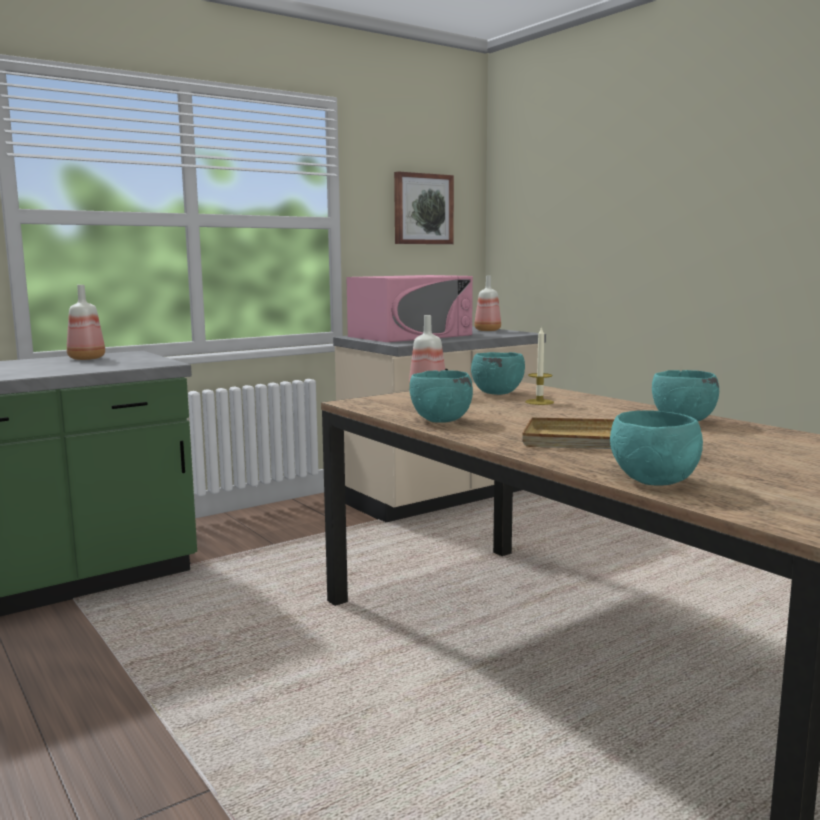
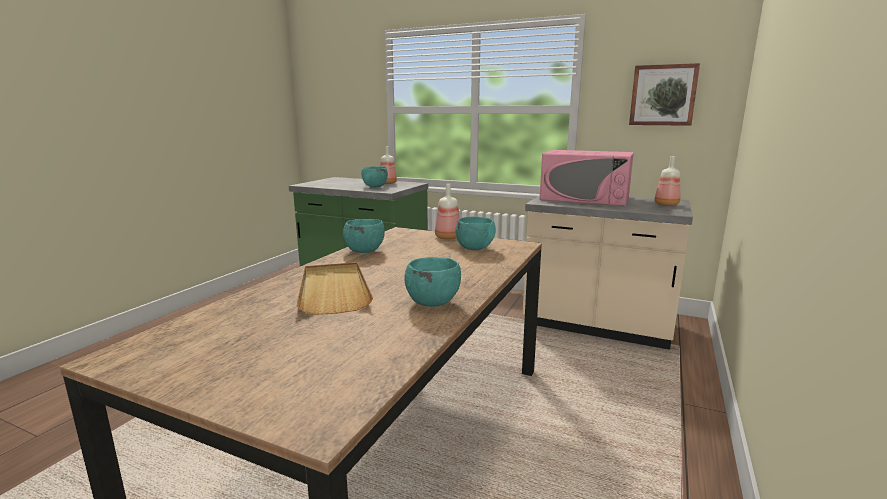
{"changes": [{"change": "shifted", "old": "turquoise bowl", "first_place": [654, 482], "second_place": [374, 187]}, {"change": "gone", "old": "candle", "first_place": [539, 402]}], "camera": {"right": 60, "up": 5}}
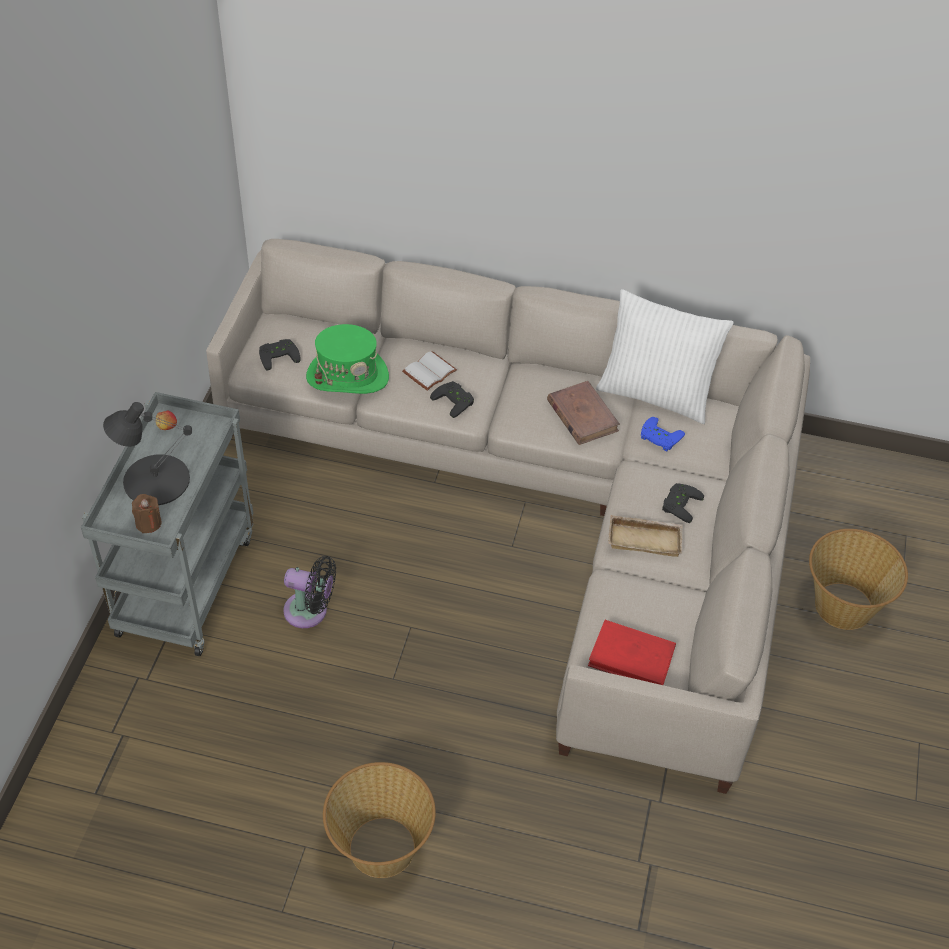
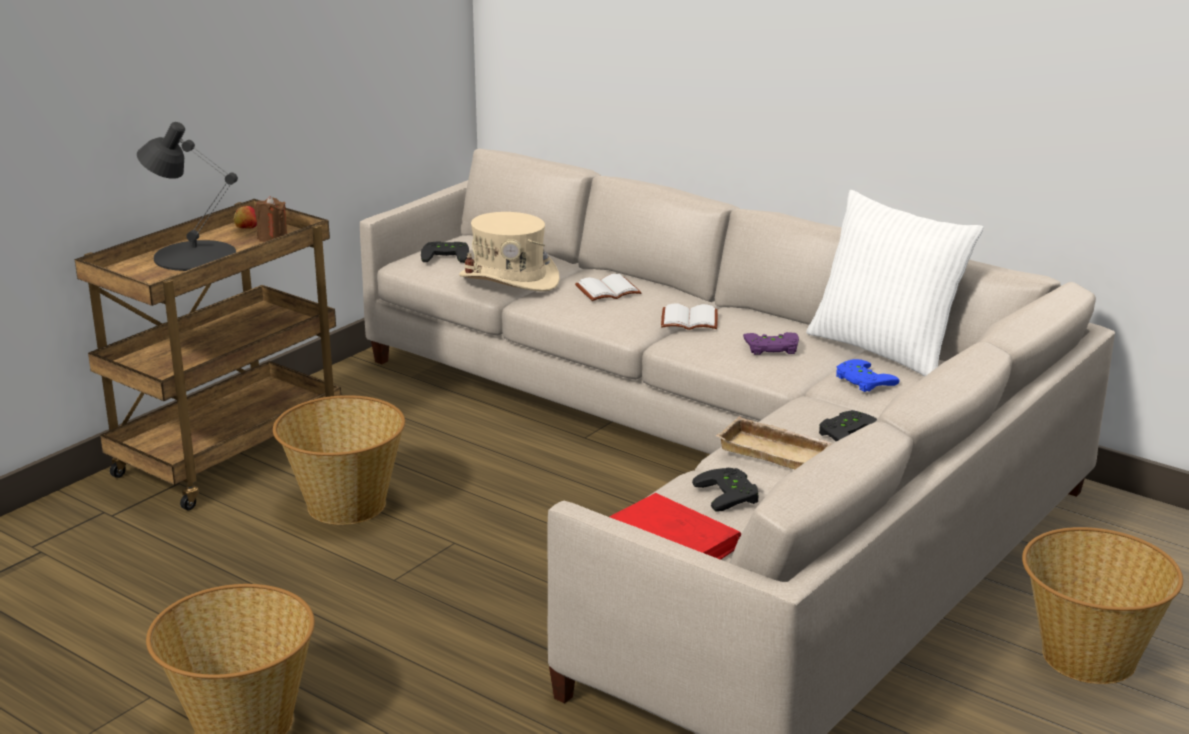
{"changes": [{"change": "repainted", "old": "grey cart", "new": "brown cart", "first_place": [185, 582], "second_place": [228, 453]}, {"change": "shifted", "old": "brown candle", "first_place": [148, 523], "second_place": [272, 238]}, {"change": "swapped", "old": "black fan", "new": "basket", "first_place": [310, 611], "second_place": [345, 505]}, {"change": "repainted", "old": "green hat", "new": "beige hat", "first_place": [347, 376], "second_place": [509, 280]}, {"change": "new", "new": "white book", "second_place": [690, 319]}, {"change": "shifted", "old": "black game controller", "first_place": [455, 400], "second_place": [731, 494]}, {"change": "swapped", "old": "brown book", "new": "purple game controller", "first_place": [582, 415], "second_place": [771, 348]}], "camera": {"right": 25, "up": -25}}
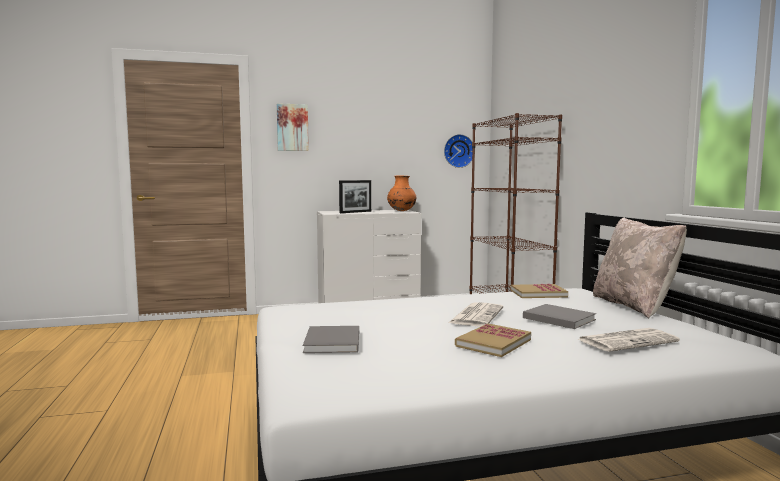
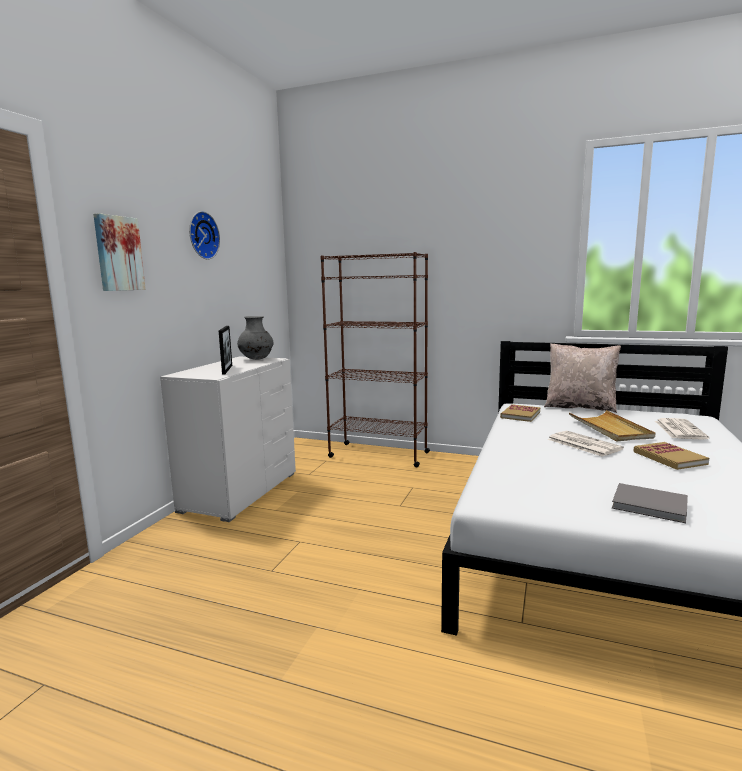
{"changes": [{"change": "shifted", "old": "wall clock", "first_place": [458, 151], "second_place": [201, 235]}, {"change": "repainted", "old": "orange vase", "new": "grey vase", "first_place": [401, 211], "second_place": [256, 359]}, {"change": "swapped", "old": "grey book", "new": "beige tray", "first_place": [557, 318], "second_place": [610, 428]}], "camera": {"right": -55, "up": 5}}
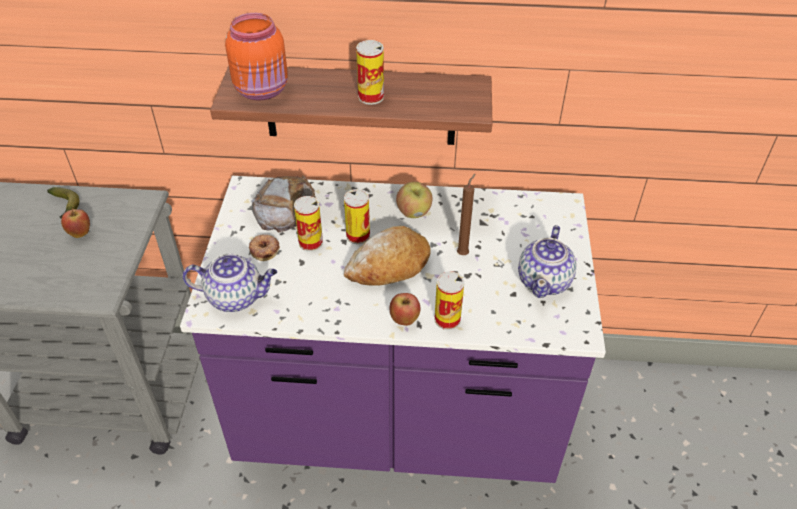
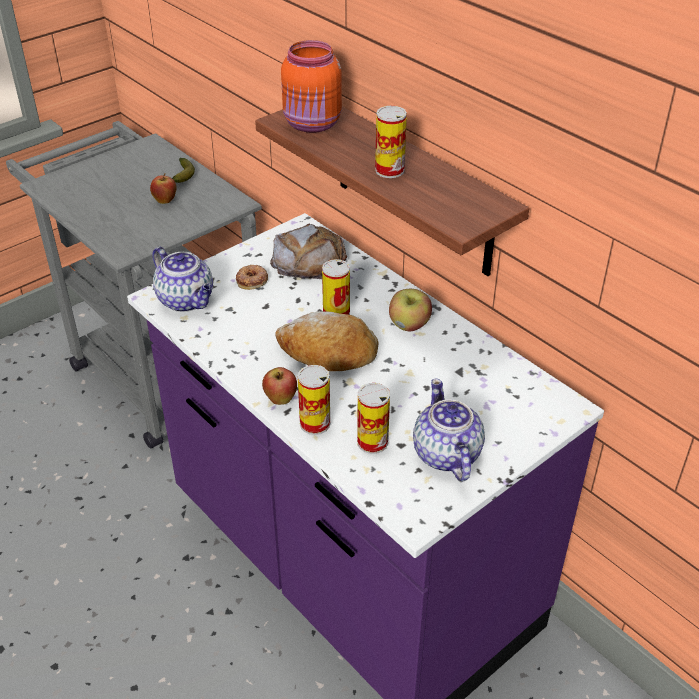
{"changes": [{"change": "shifted", "old": "can", "first_place": [310, 242], "second_place": [372, 442]}, {"change": "rotated", "old": "teapot", "first_place": [544, 281], "second_place": [446, 455], "degrees": 105}, {"change": "gone", "old": "brown candle", "first_place": [463, 253]}], "camera": {"right": 45, "up": -5}}
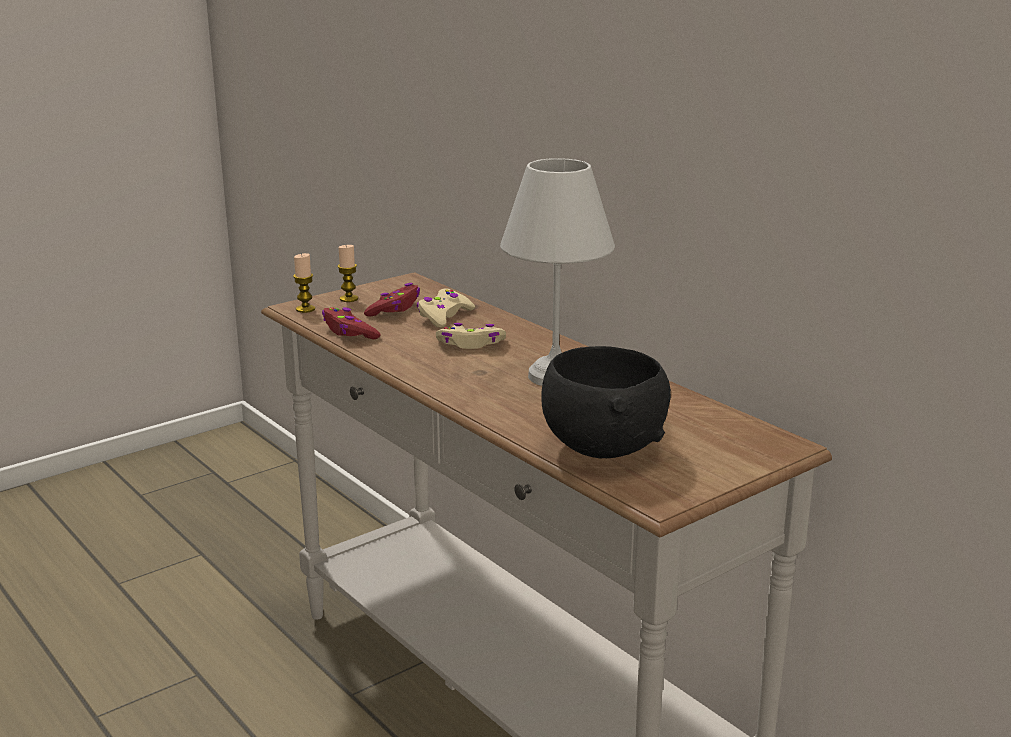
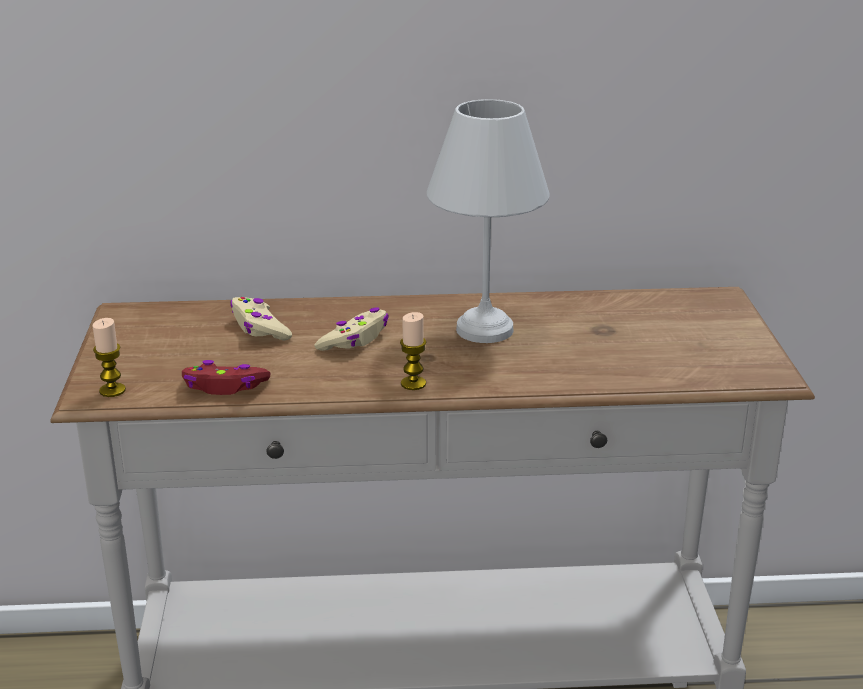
{"changes": [{"change": "shifted", "old": "candle", "first_place": [349, 299], "second_place": [413, 384]}, {"change": "gone", "old": "red game controller", "first_place": [394, 309]}, {"change": "gone", "old": "black bowl", "first_place": [603, 447]}], "camera": {"right": -55, "up": 5}}
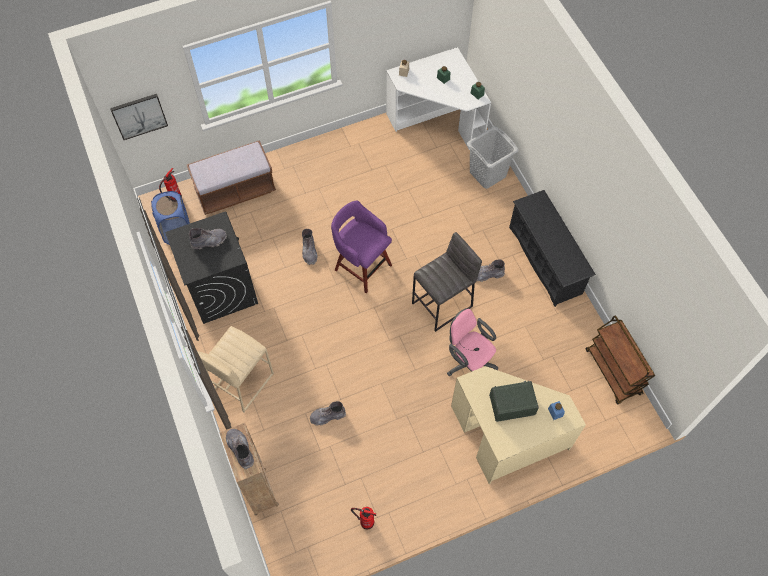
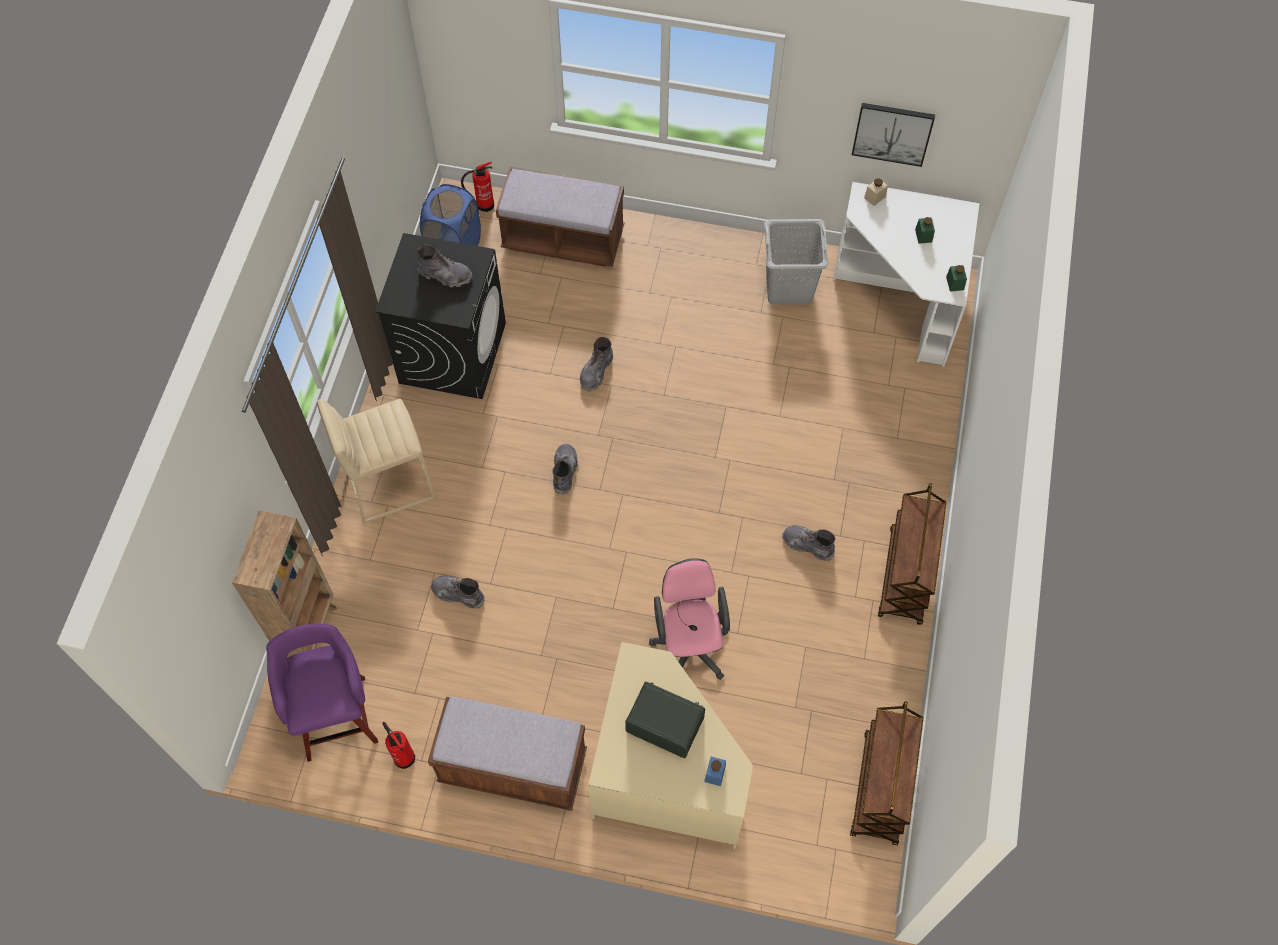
{"changes": [{"change": "shifted", "old": "purple stool", "first_place": [361, 266], "second_place": [336, 715]}, {"change": "new", "new": "brown bench", "second_place": [513, 767]}, {"change": "shifted", "old": "grey boot", "first_place": [240, 449], "second_place": [564, 471]}, {"change": "shifted", "old": "grey laundry basket", "first_place": [488, 174], "second_place": [789, 287]}, {"change": "shifted", "old": "picture", "first_place": [139, 116], "second_place": [892, 133]}, {"change": "swapped", "old": "black shoe rack", "new": "brown cart", "first_place": [545, 260], "second_place": [905, 577]}, {"change": "gone", "old": "grey stool", "first_place": [443, 305]}], "camera": {"right": 35, "up": 0}}
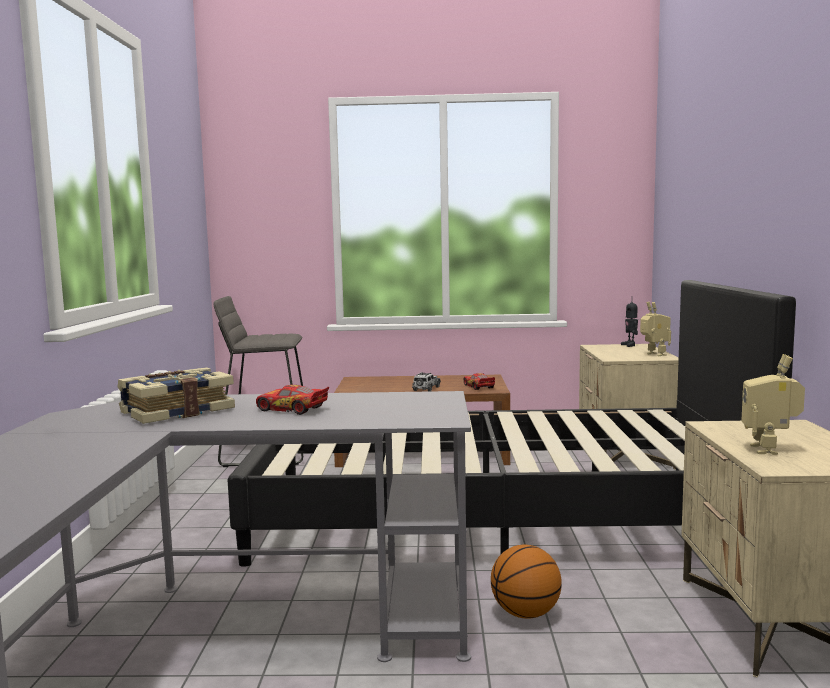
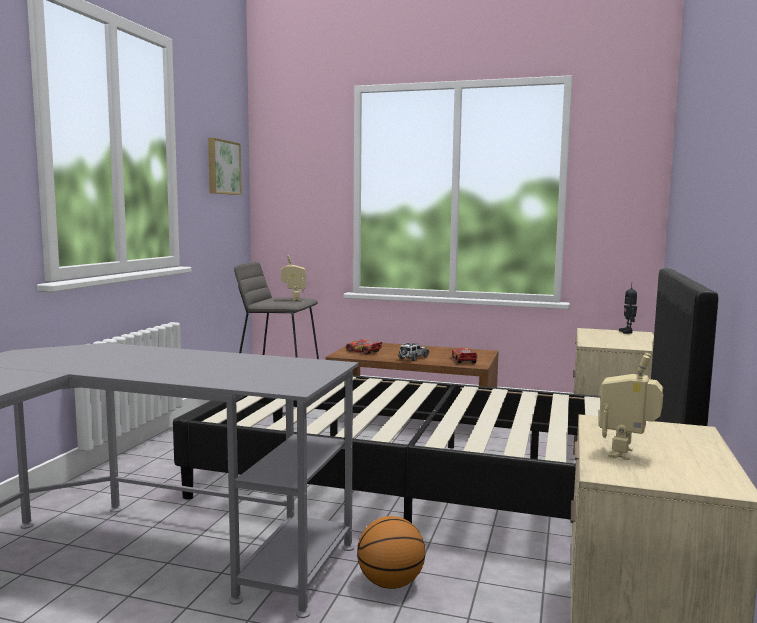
{"changes": [{"change": "new", "new": "picture", "second_place": [222, 167]}, {"change": "shifted", "old": "toy robot", "first_place": [654, 355], "second_place": [293, 299]}, {"change": "shifted", "old": "toy car", "first_place": [291, 409], "second_place": [363, 351]}, {"change": "gone", "old": "book", "first_place": [176, 411]}], "camera": {"right": 15, "up": 0}}
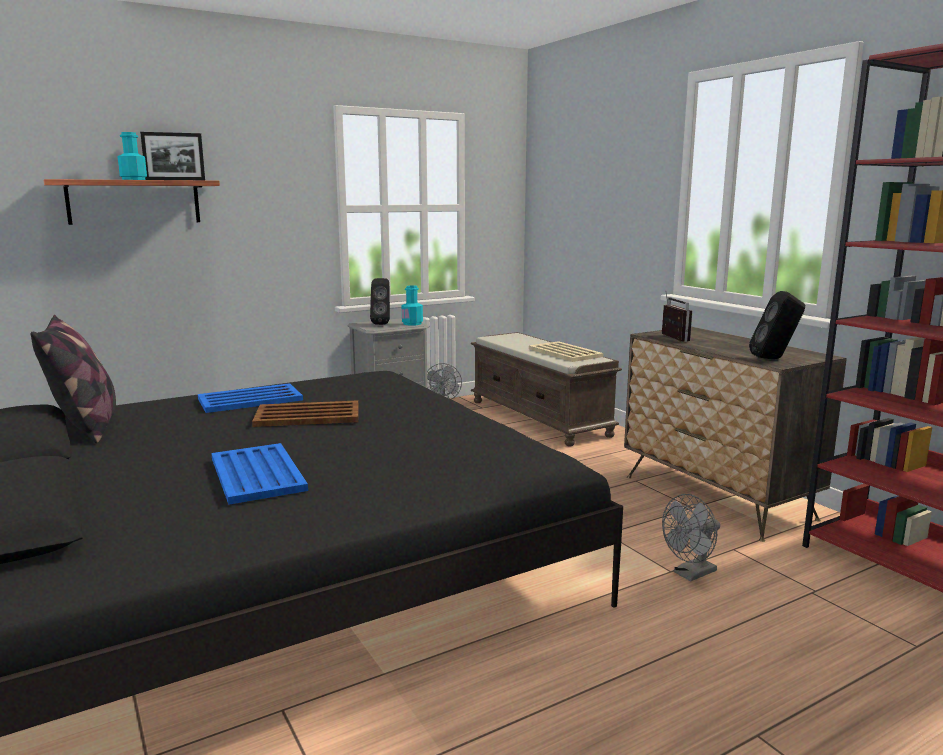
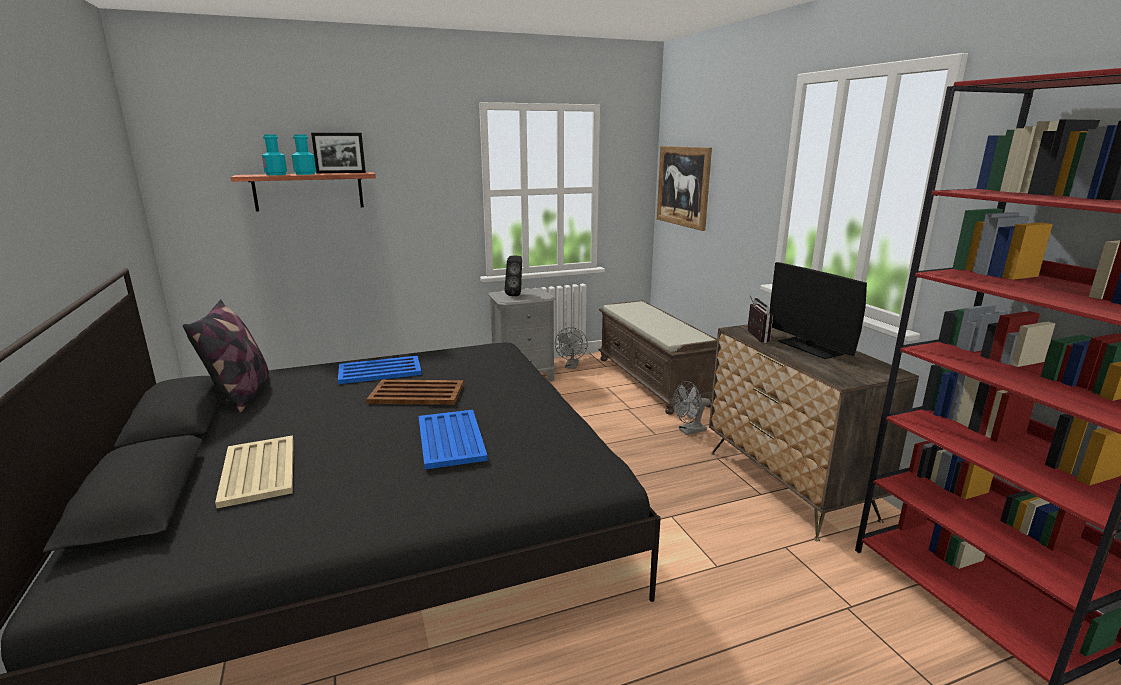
{"changes": [{"change": "shifted", "old": "beige tray", "first_place": [564, 352], "second_place": [259, 470]}, {"change": "shifted", "old": "turquoise bottle", "first_place": [412, 324], "second_place": [276, 174]}, {"change": "shifted", "old": "blue tray", "first_place": [257, 473], "second_place": [451, 438]}, {"change": "new", "new": "picture", "second_place": [683, 186]}, {"change": "shifted", "old": "grey fan", "first_place": [690, 574], "second_place": [689, 431]}, {"change": "new", "new": "monitor", "second_place": [809, 347]}, {"change": "gone", "old": "black speaker", "first_place": [774, 359]}], "camera": {"right": 10, "up": 5}}
